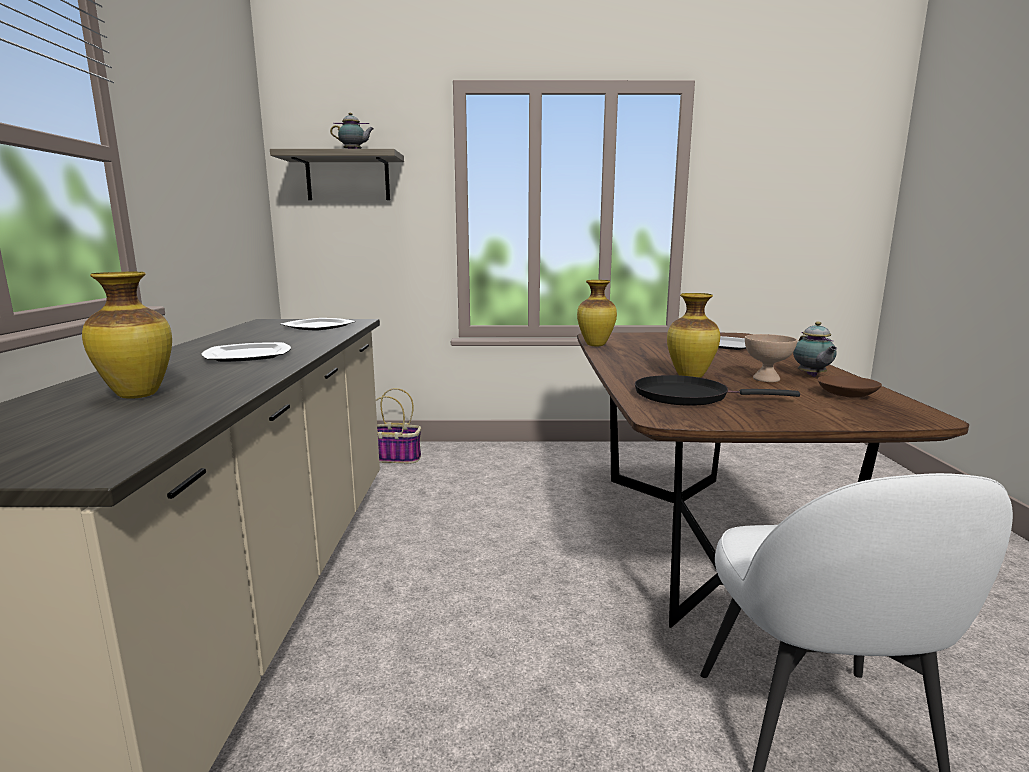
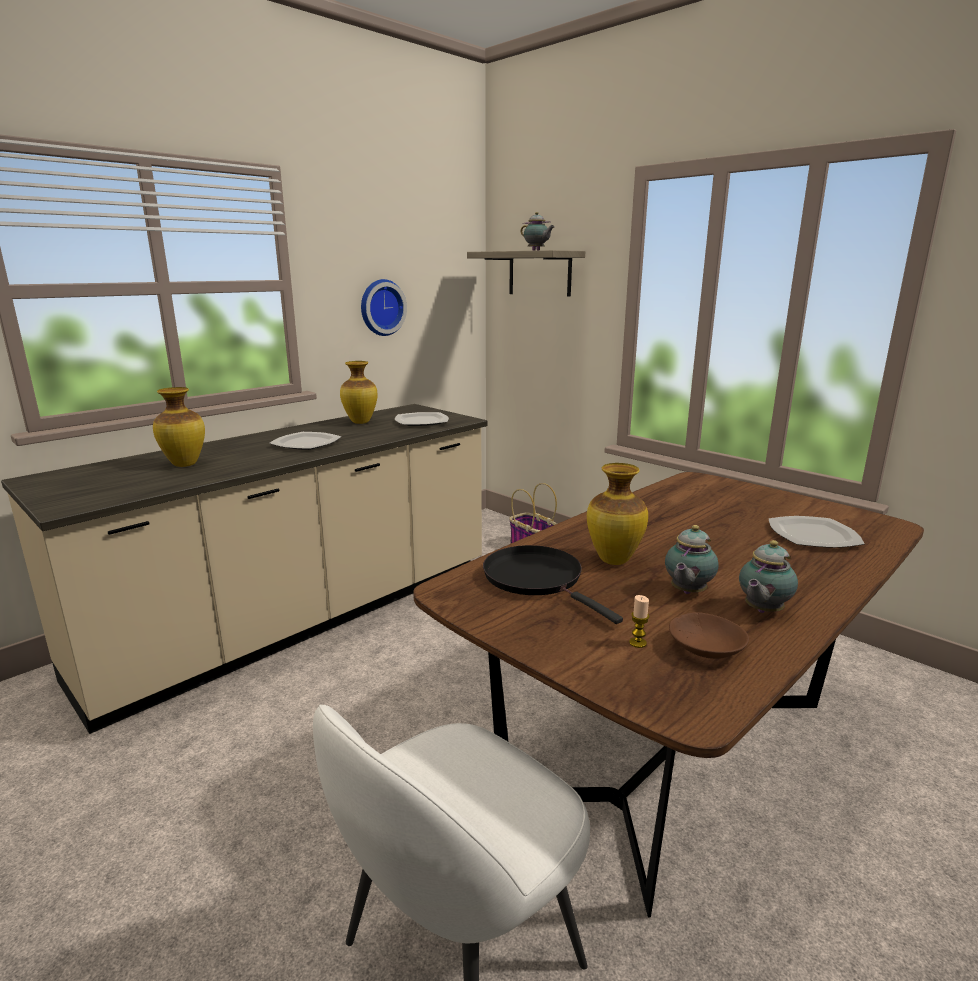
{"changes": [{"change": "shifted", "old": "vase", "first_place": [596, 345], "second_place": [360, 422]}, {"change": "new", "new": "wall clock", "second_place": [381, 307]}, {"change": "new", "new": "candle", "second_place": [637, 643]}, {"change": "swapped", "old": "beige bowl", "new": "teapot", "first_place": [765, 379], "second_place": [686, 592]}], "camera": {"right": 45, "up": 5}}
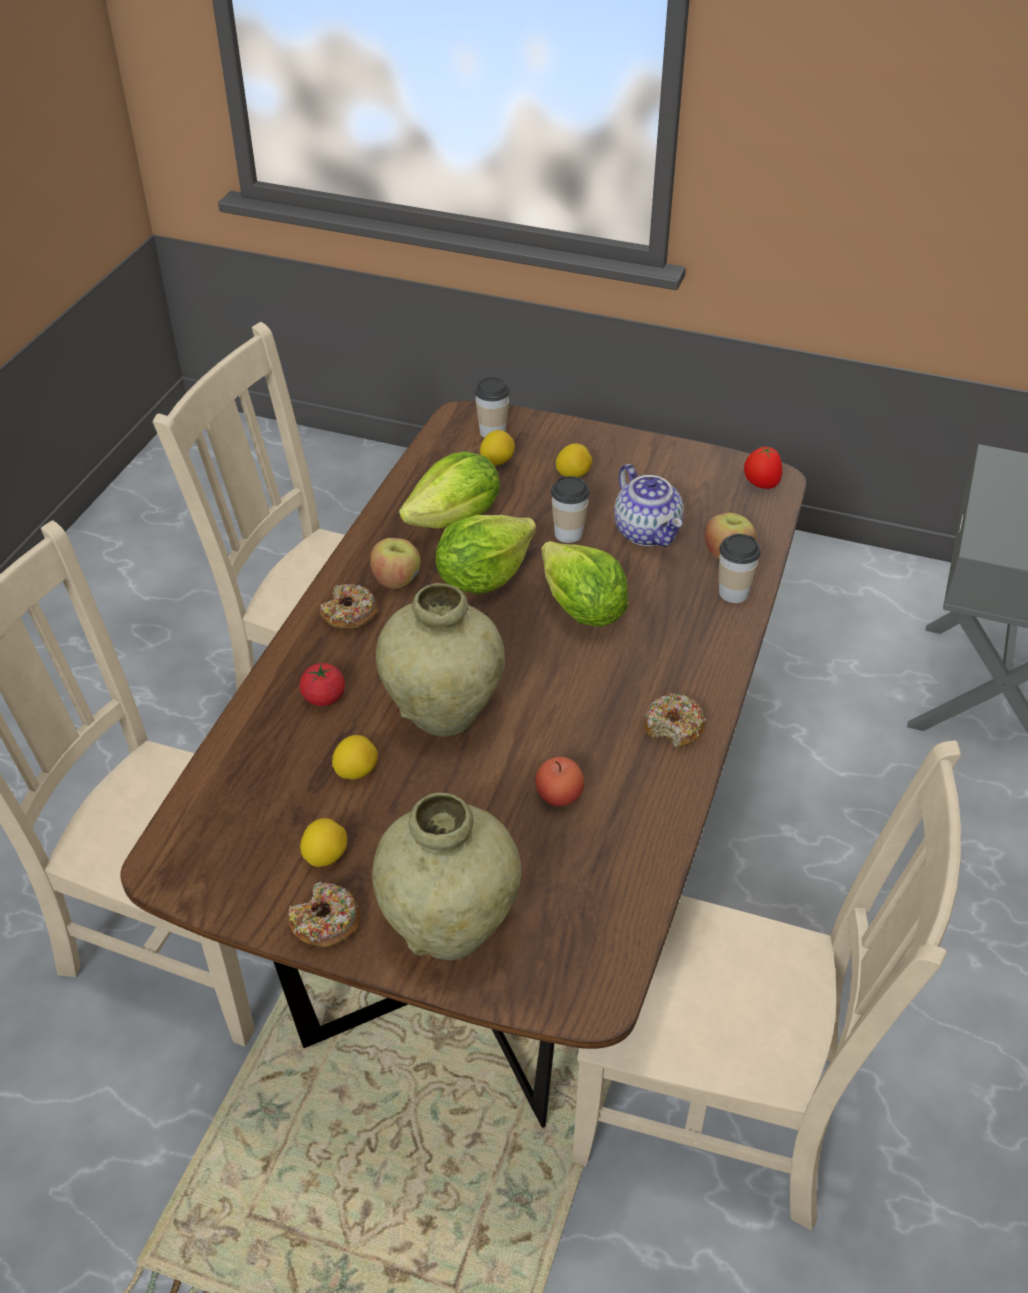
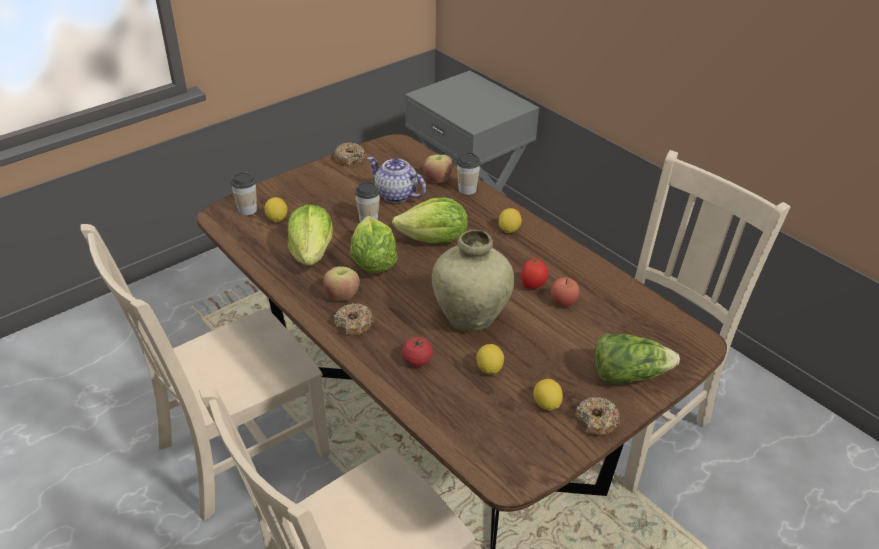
{"changes": [{"change": "shifted", "old": "donut", "first_place": [674, 727], "second_place": [349, 159]}, {"change": "rotated", "old": "teapot", "first_place": [648, 532], "second_place": [395, 195], "degrees": -150}, {"change": "shifted", "old": "lemon", "first_place": [573, 474], "second_place": [509, 230]}, {"change": "shifted", "old": "tomato", "first_place": [760, 485], "second_place": [533, 286]}, {"change": "swapped", "old": "beige vase", "new": "lettuce", "first_place": [450, 927], "second_place": [628, 374]}], "camera": {"right": -60, "up": -5}}
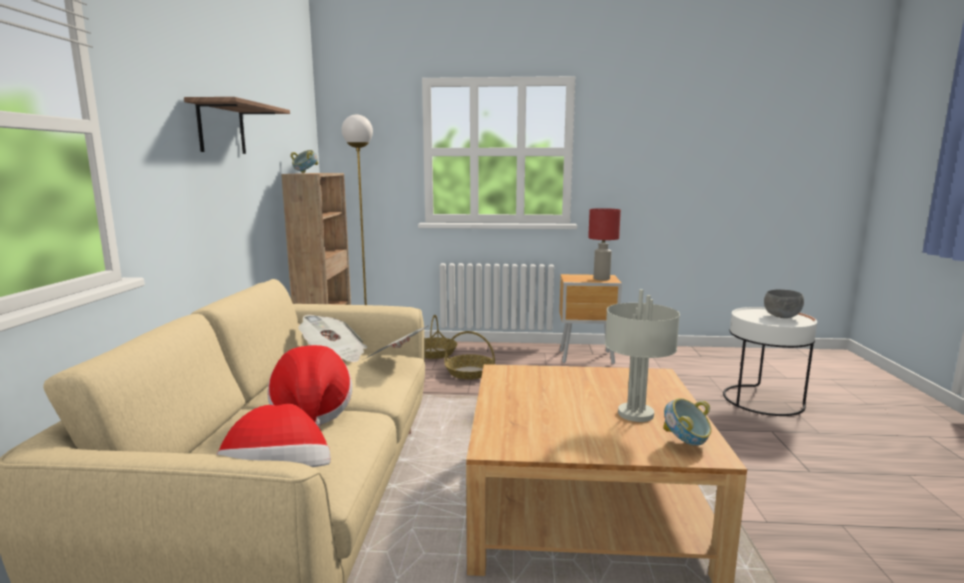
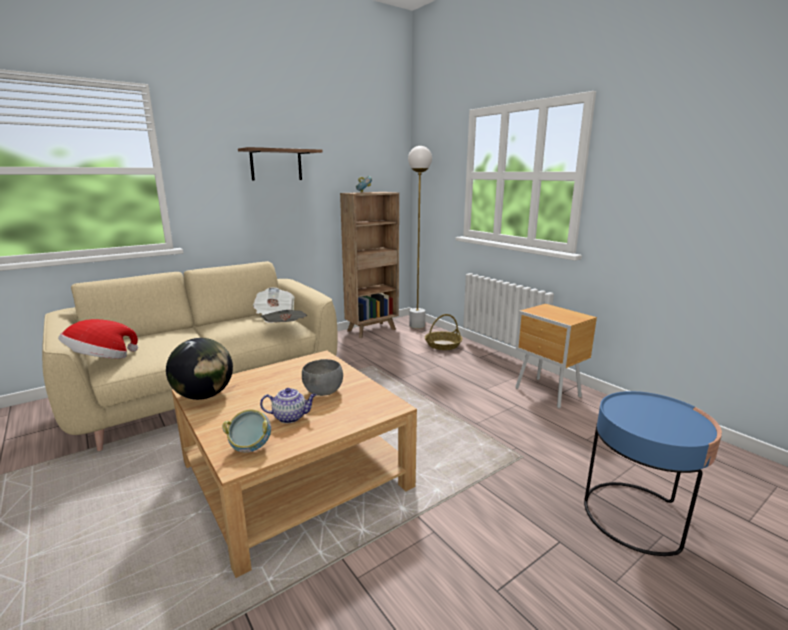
{"changes": [{"change": "new", "new": "globe", "second_place": [204, 395]}, {"change": "swapped", "old": "grey table lamp", "new": "teapot", "first_place": [635, 413], "second_place": [290, 417]}, {"change": "shifted", "old": "grey bowl", "first_place": [782, 317], "second_place": [323, 392]}, {"change": "repainted", "old": "white side table", "new": "blue side table", "first_place": [762, 400], "second_place": [636, 516]}, {"change": "gone", "old": "hat", "first_place": [311, 412]}, {"change": "gone", "old": "basket", "first_place": [469, 372]}, {"change": "gone", "old": "red table lamp", "first_place": [601, 279]}], "camera": {"right": 50, "up": 5}}
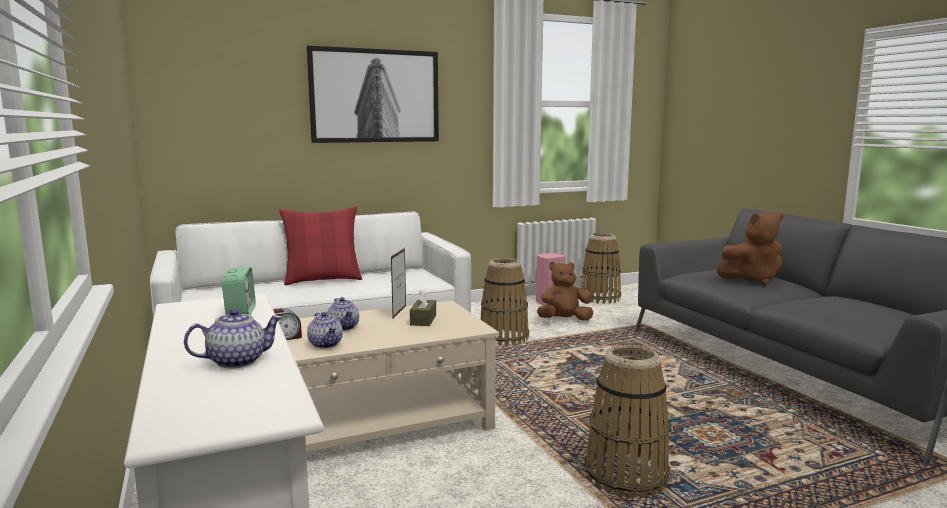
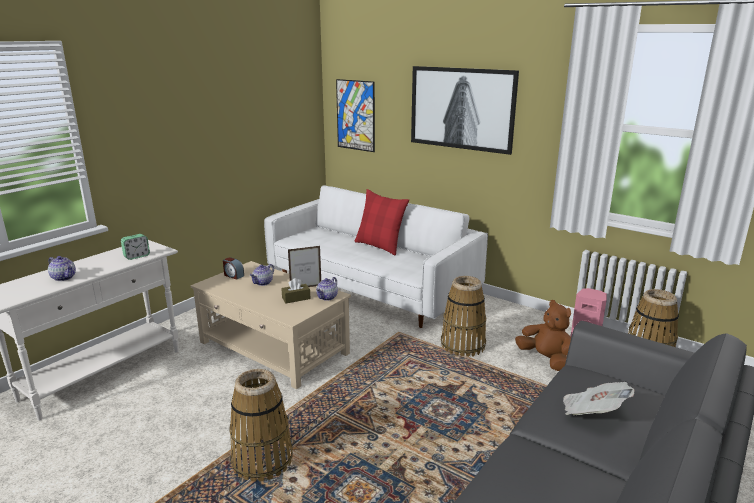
{"changes": [{"change": "shifted", "old": "teapot", "first_place": [326, 344], "second_place": [327, 297]}, {"change": "new", "new": "picture", "second_place": [355, 115]}, {"change": "swapped", "old": "brown plush toy", "new": "newspaper", "first_place": [751, 279], "second_place": [592, 412]}], "camera": {"right": 60, "up": 10}}
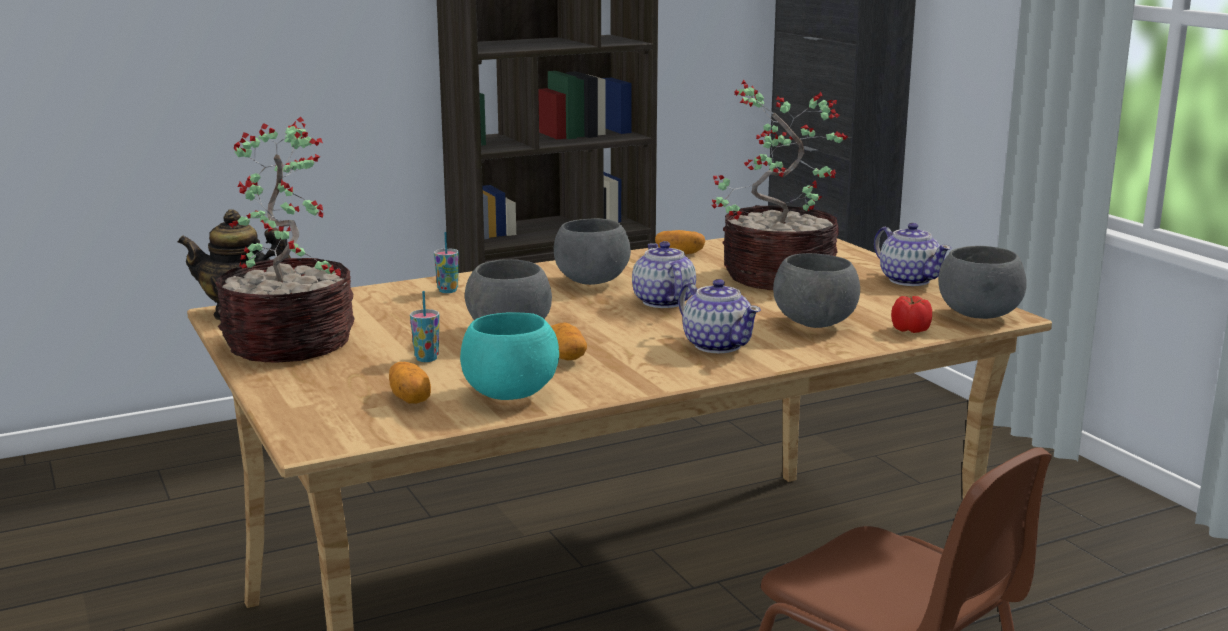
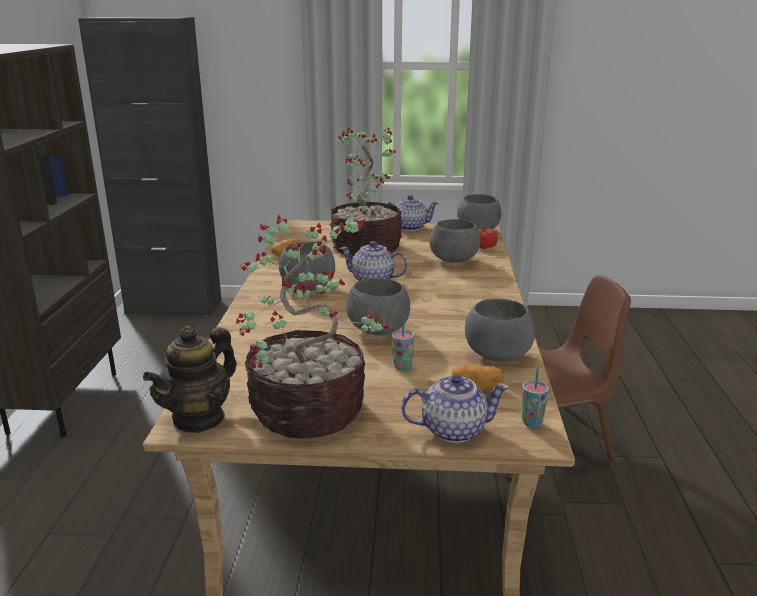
{"changes": [{"change": "shifted", "old": "teapot", "first_place": [717, 345], "second_place": [452, 430]}, {"change": "repainted", "old": "turquoise bowl", "new": "grey bowl", "first_place": [512, 395], "second_place": [497, 355]}, {"change": "shifted", "old": "cup", "first_place": [447, 291], "second_place": [532, 423]}, {"change": "gone", "old": "potato", "first_place": [565, 357]}], "camera": {"right": -60, "up": 5}}
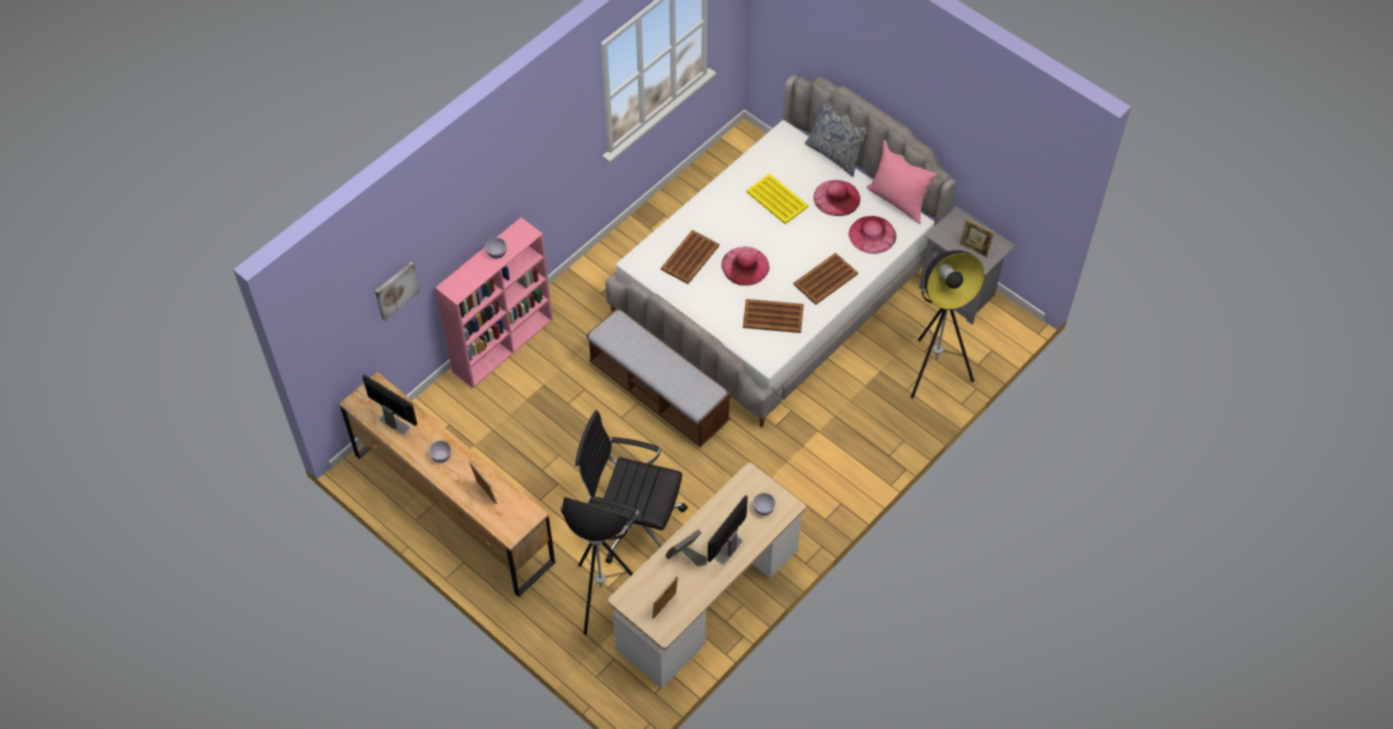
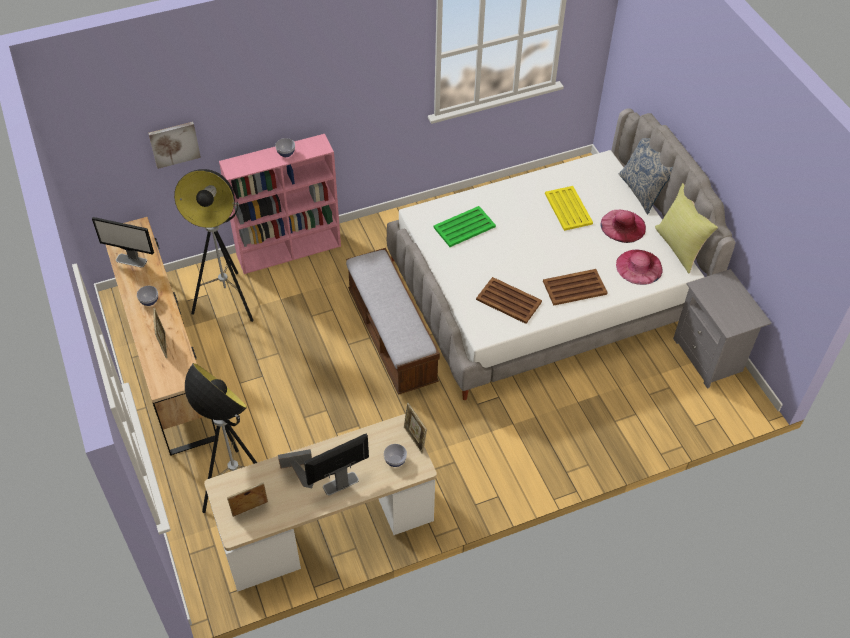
{"changes": [{"change": "rotated", "old": "monitor", "first_place": [394, 423], "second_place": [131, 260], "degrees": 135}, {"change": "shifted", "old": "floor lamp", "first_place": [933, 371], "second_place": [228, 301]}, {"change": "shifted", "old": "picture frame", "first_place": [974, 250], "second_place": [414, 439]}, {"change": "repainted", "old": "brown tray", "new": "green tray", "first_place": [690, 257], "second_place": [465, 227]}, {"change": "repainted", "old": "pink pillow", "new": "yellow pillow", "first_place": [898, 200], "second_place": [679, 247]}, {"change": "gone", "old": "black office chair", "first_place": [633, 523]}, {"change": "gone", "old": "pink hat", "first_place": [745, 266]}], "camera": {"right": 25, "up": -5}}
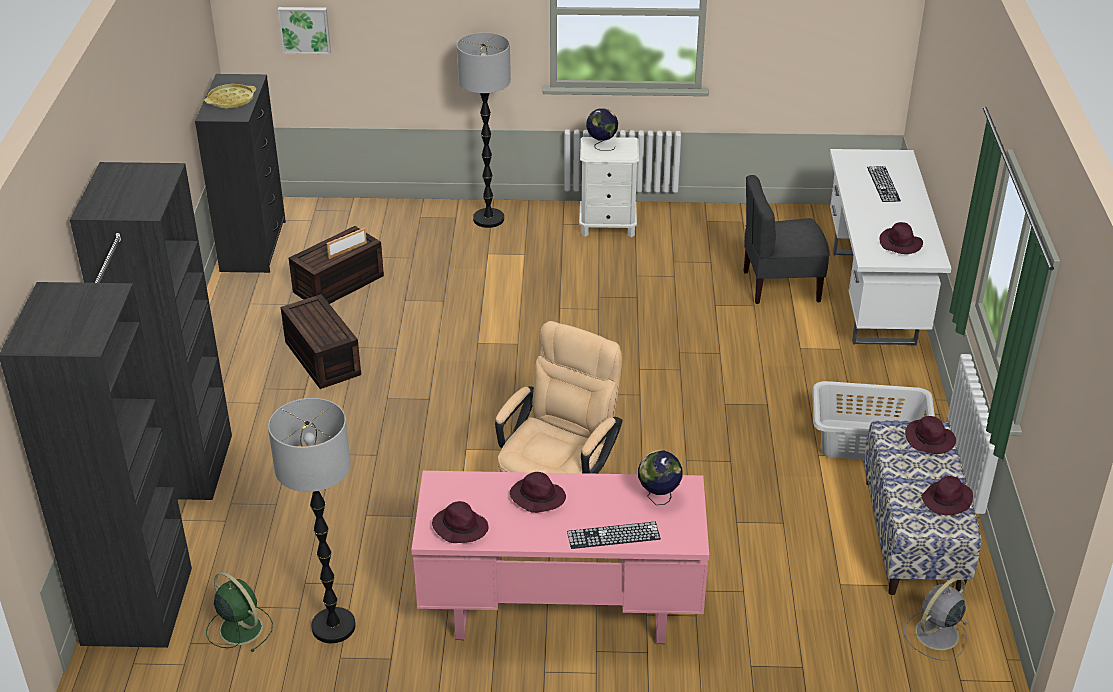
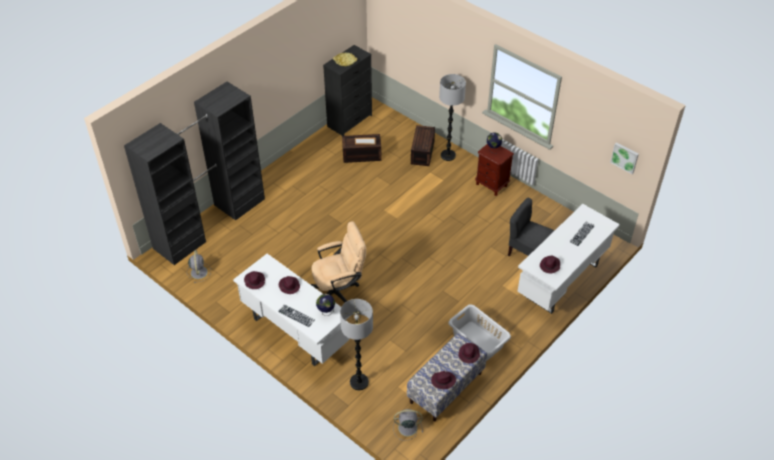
{"changes": [{"change": "repainted", "old": "green fan", "new": "grey fan", "first_place": [239, 627], "second_place": [199, 272]}, {"change": "repainted", "old": "pink desk", "new": "white desk", "first_place": [560, 613], "second_place": [294, 332]}, {"change": "shifted", "old": "floor lamp", "first_place": [333, 626], "second_place": [359, 382]}, {"change": "shifted", "old": "brown storage box", "first_place": [320, 358], "second_place": [422, 152]}, {"change": "repainted", "old": "white nightstand", "new": "brown nightstand", "first_place": [608, 226], "second_place": [491, 185]}, {"change": "shifted", "old": "picture", "first_place": [305, 29], "second_place": [625, 157]}], "camera": {"right": 40, "up": 10}}
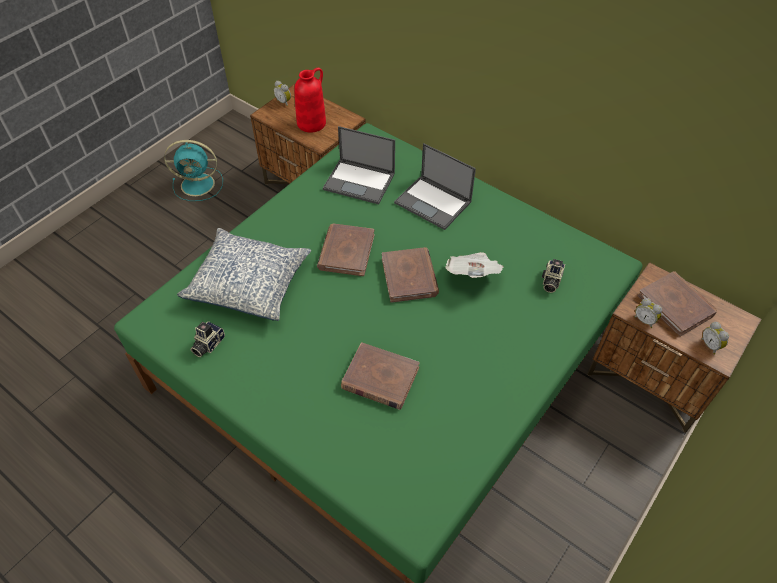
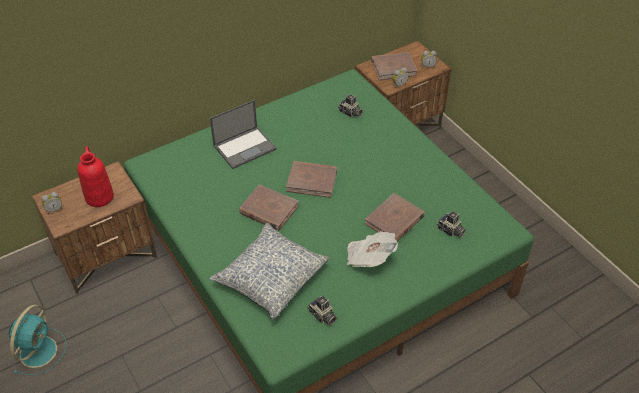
{"changes": [{"change": "shifted", "old": "newspaper", "first_place": [472, 274], "second_place": [369, 257]}, {"change": "new", "new": "photo camera", "second_place": [450, 231]}, {"change": "gone", "old": "laptop", "first_place": [360, 181]}], "camera": {"right": -70, "up": -5}}
